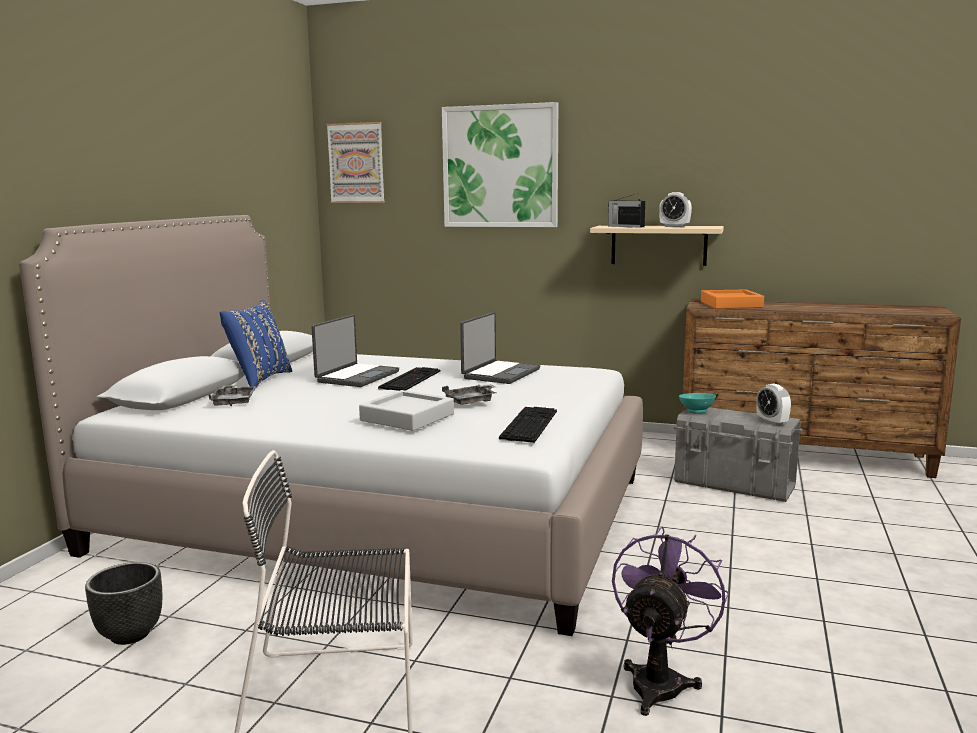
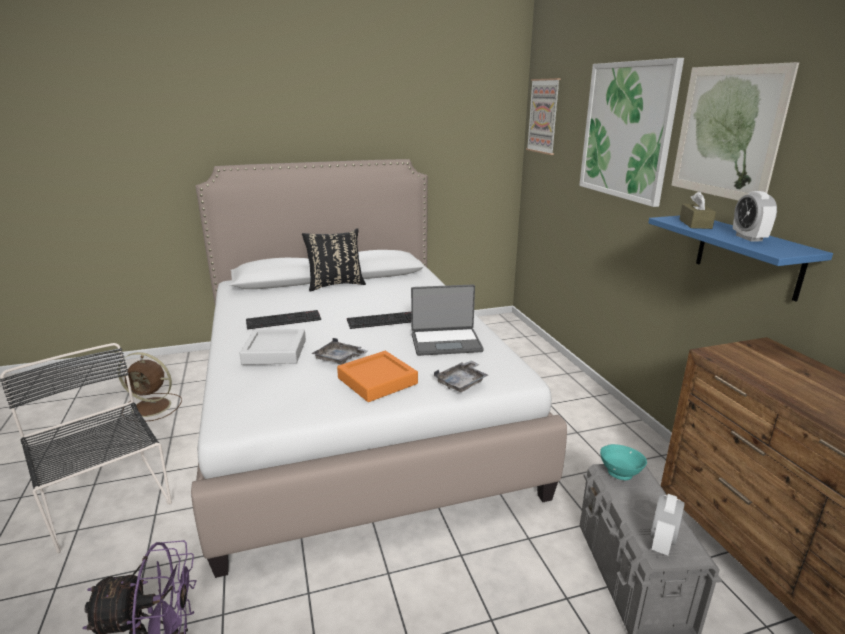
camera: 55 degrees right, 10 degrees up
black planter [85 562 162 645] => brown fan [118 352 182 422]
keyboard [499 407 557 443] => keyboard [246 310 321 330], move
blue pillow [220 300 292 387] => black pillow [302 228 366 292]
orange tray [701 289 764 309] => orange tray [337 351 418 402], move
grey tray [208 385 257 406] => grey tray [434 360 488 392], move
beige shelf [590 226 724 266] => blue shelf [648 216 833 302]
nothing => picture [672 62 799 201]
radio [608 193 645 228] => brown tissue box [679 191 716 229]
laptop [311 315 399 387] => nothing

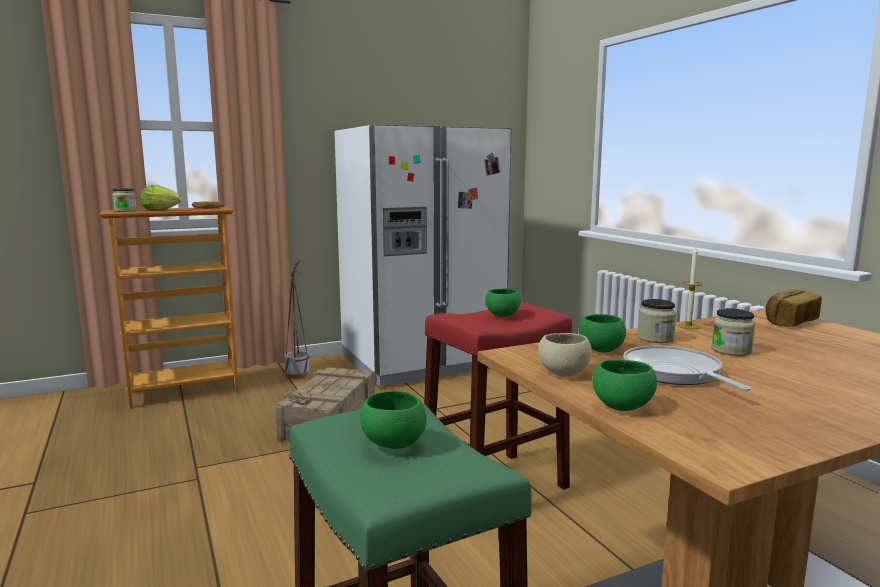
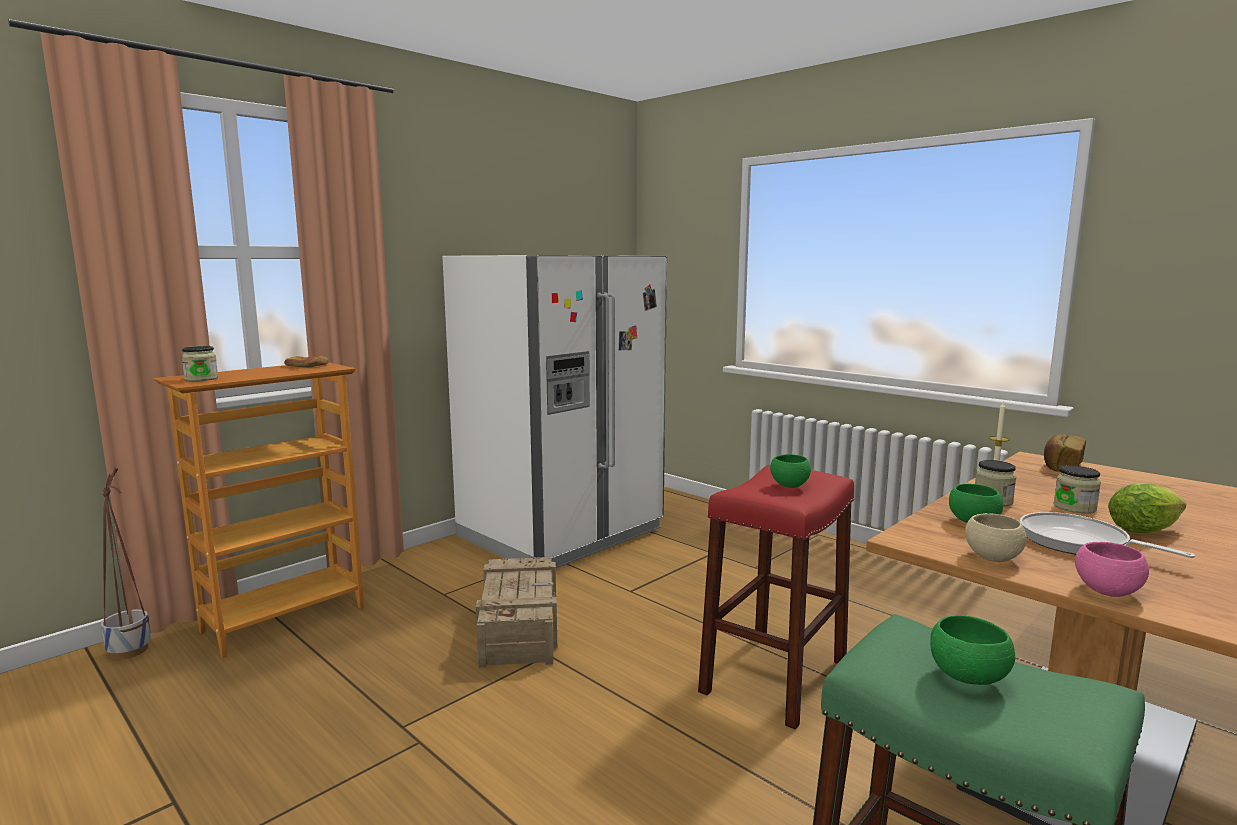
camera: 20 degrees left, 0 degrees up
planter [284 260 310 379] => planter [101 467 151 659], move
green bowl [592 360 657 411] => pink bowl [1075 542 1149 597]
lettuce [140 185 182 211] => lettuce [1108 484 1186 533], move

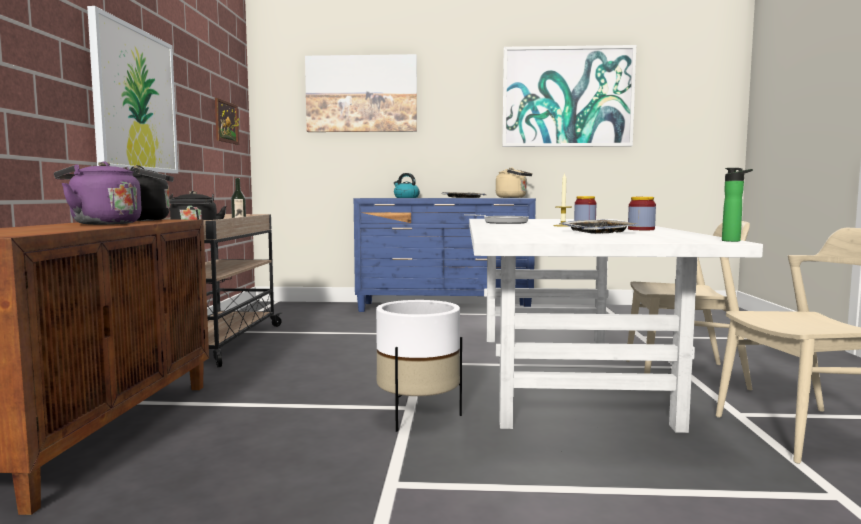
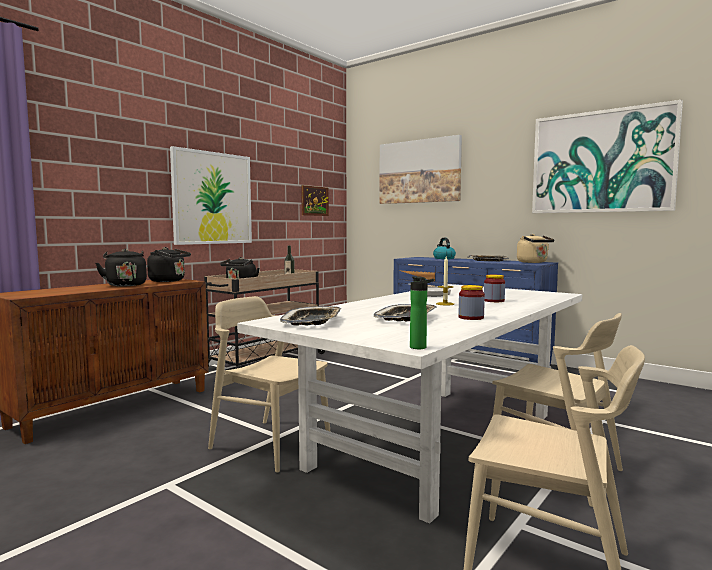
camera: 35 degrees right, 0 degrees up
purple kettle [54 161 142 225] => black kettle [96 249 147 286]
white planter [376 300 462 432] => beige chair [208 296 330 473]
nothing => tray [280 306 341 326]

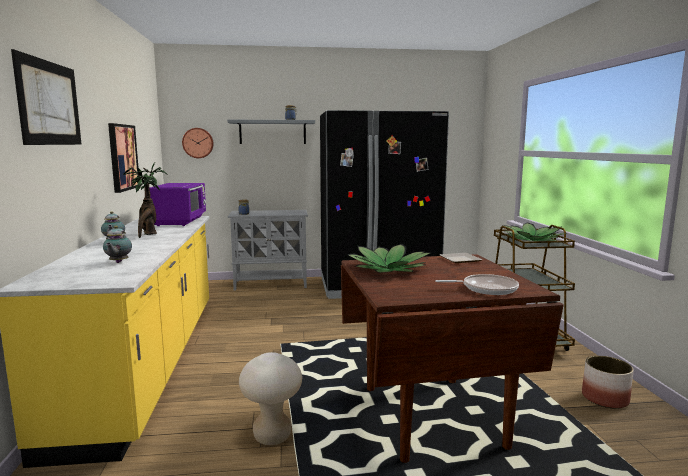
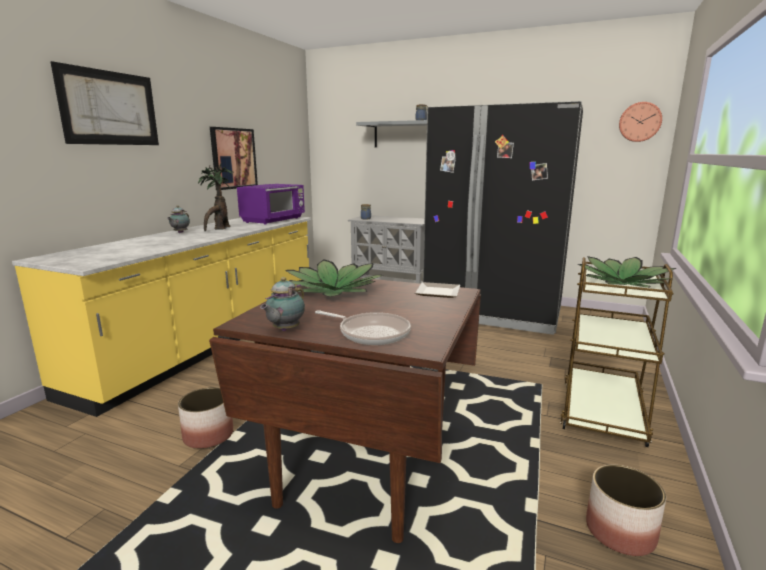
camera: 30 degrees right, 5 degrees up
beige stool [239 352 302 445] => planter [178 387 233 449]
teapot [103 226 132 263] => teapot [260 277 305 331], move
wall clock [182 128 214 158] => wall clock [619 102 662 142], move

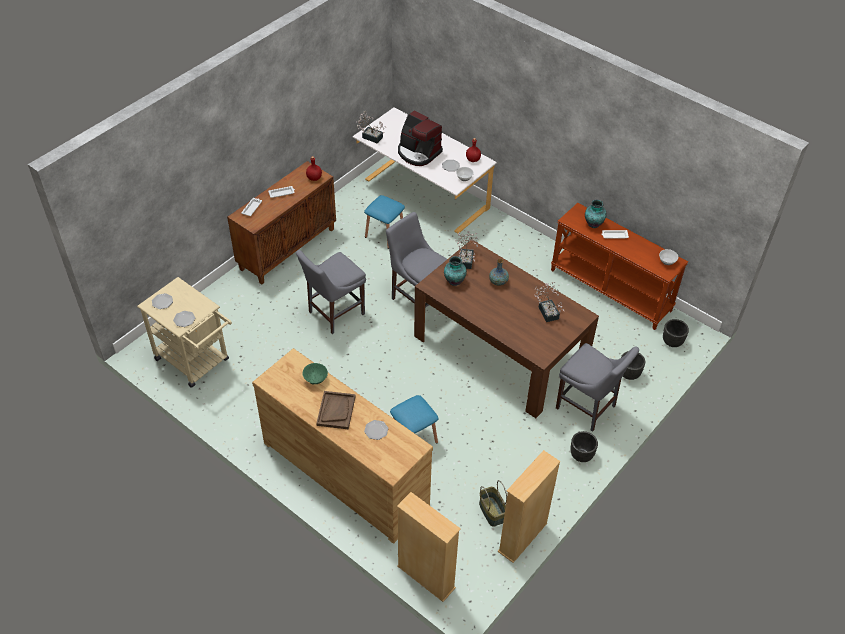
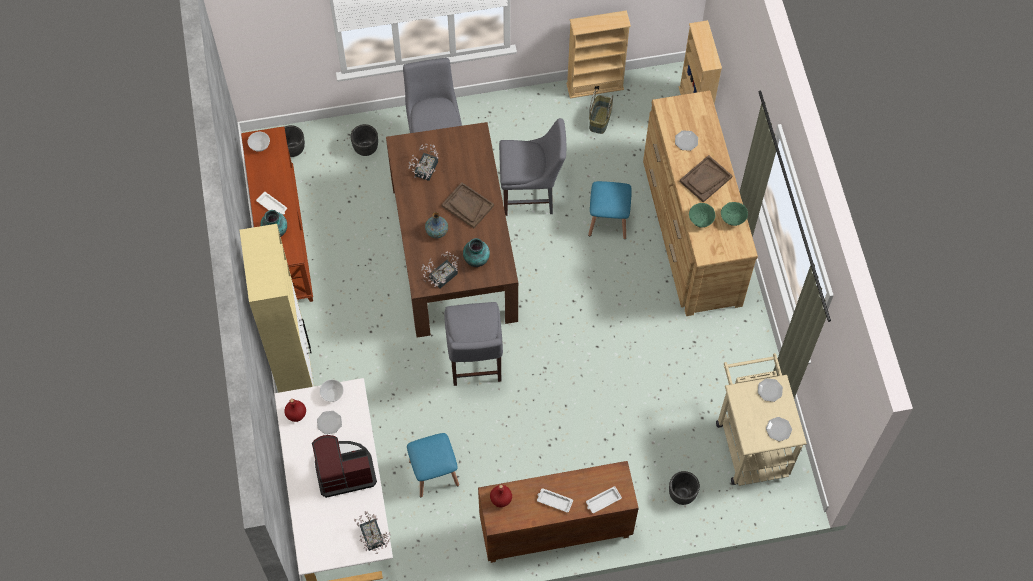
camera: 140 degrees left, 15 degrees up
nothing => beige cabinet [240 224 314 393]
coffee machine [398 111 443 166] => coffee machine [312 435 377 498], 90 degrees counterclockwise
nothing => brown tray [441 182 494 228]
grey chair [296 250 366 334] => grey chair [499 118 566 216], move
black planter [571 431 598 462] => black planter [669 471 700 505], move
nothing => green bowl [721 202 748 226]

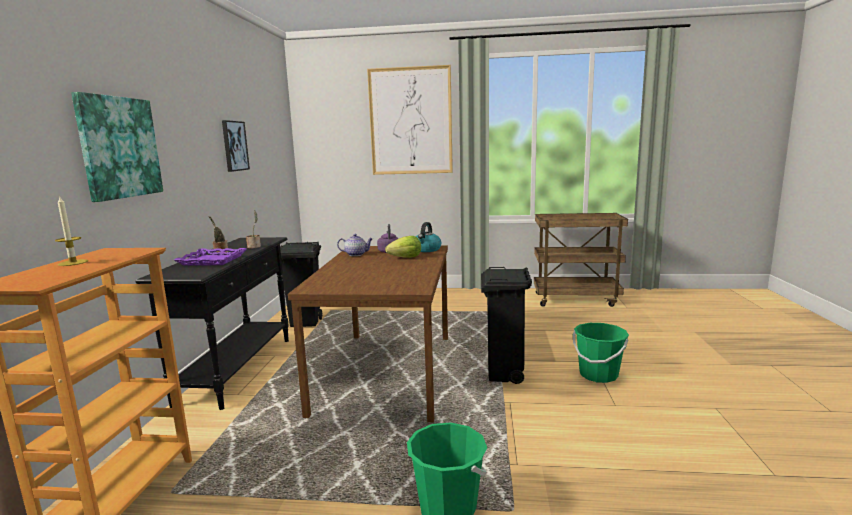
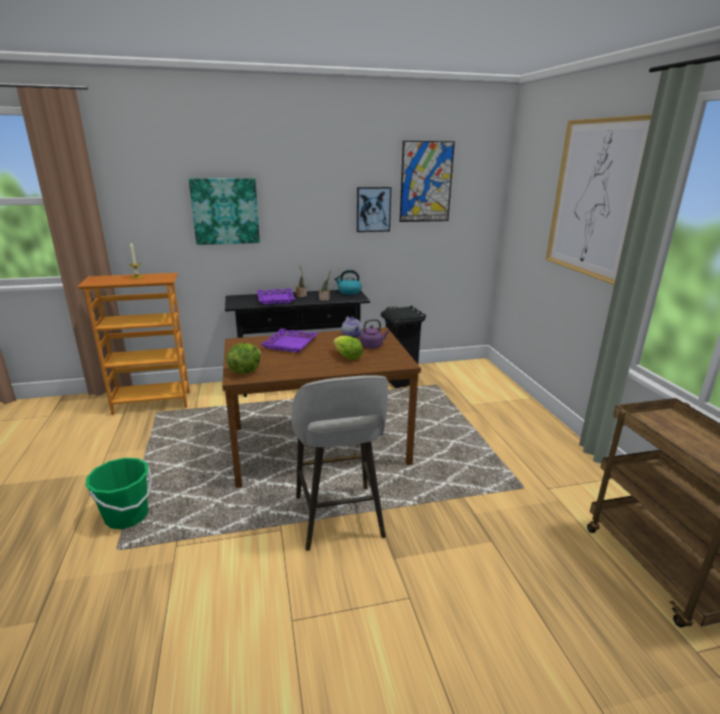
camera: 70 degrees right, 10 degrees up
nothing => lettuce [226 343 261 374]
nothing => purple tray [261 328 318 353]
black trash can [481 267 532 384] => grey stool [292 375 388 551]
kettle [416 222 441 252] => kettle [335 270 362 295], move
nothing => picture [400 141 455 222]
green bucket [573 323 629 383] => nothing

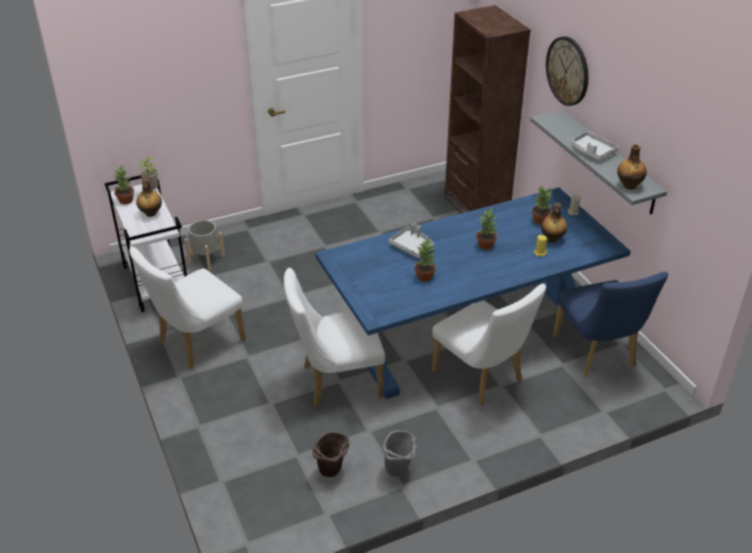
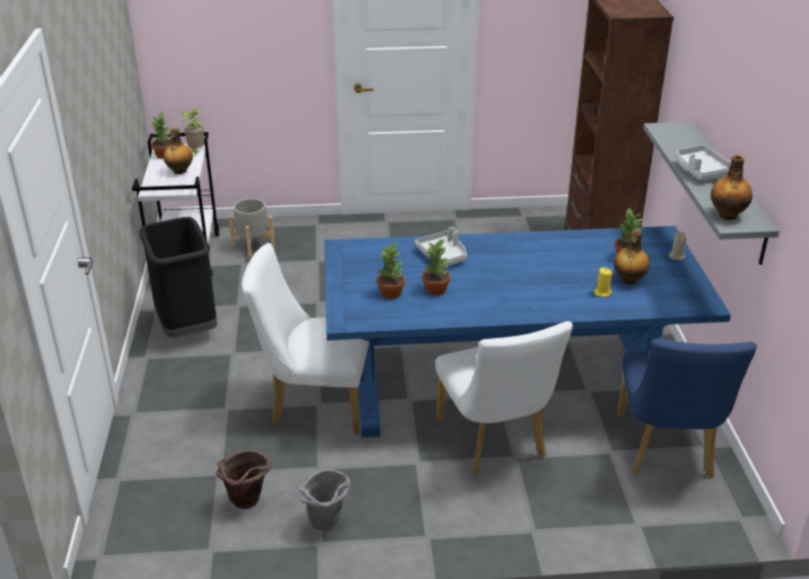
camera: 20 degrees right, 5 degrees down
white chair [129 247 246 369] => black trash can [139 217 217 338]
potted plant [476 207 497 250] => potted plant [377 241 405 299], move
wall clock [546 36 588 106] => nothing

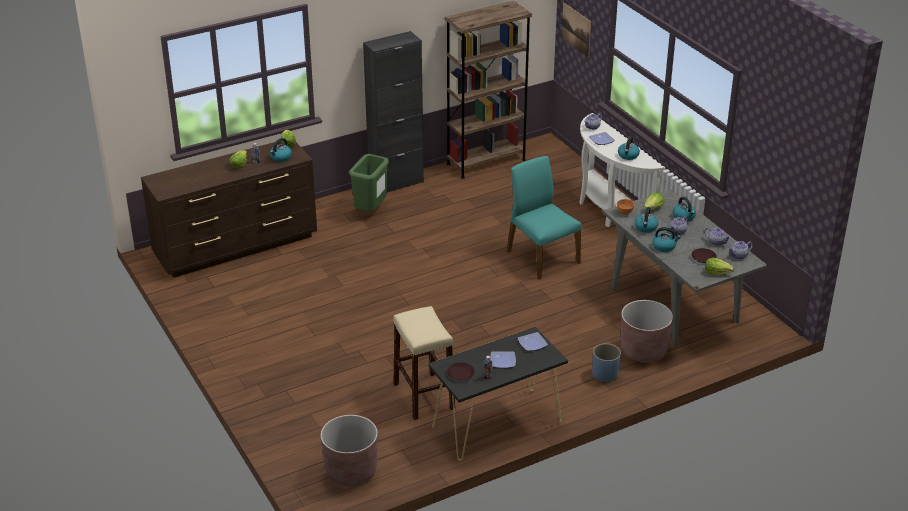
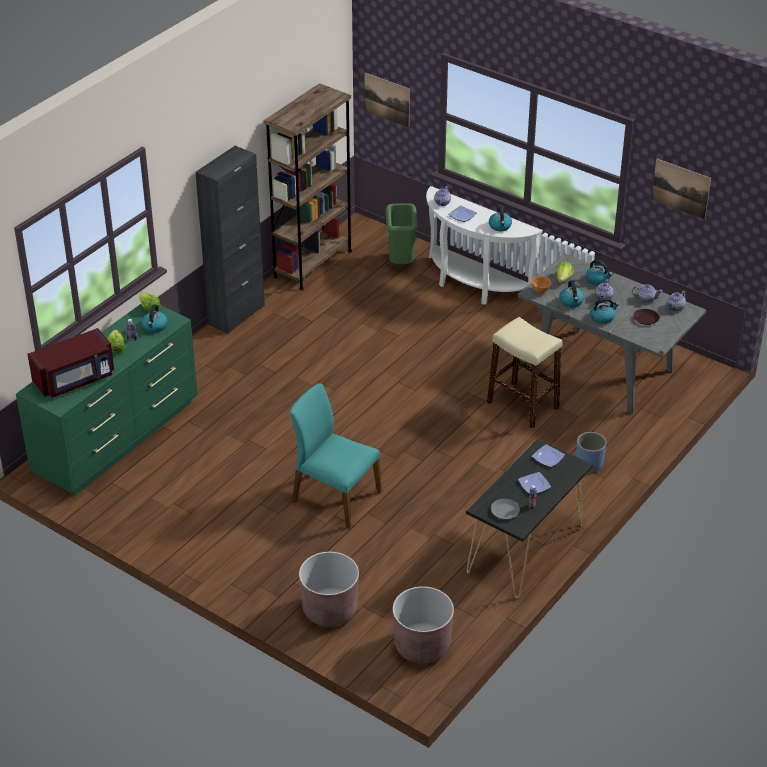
camera: 25 degrees left, 5 degrees up
brown dresser [141 142 317 278] => green dresser [16 304 198 495]
nothing => red microwave [28 328 114 398]
turquoise chair [507 156 582 280] => turquoise chair [290 383 382 529], move
brown planter [621 300 673 363] => brown planter [299 552 359 627], move
green trash can [349 154 389 212] => green trash can [385 203 418 264], move
beige stool [393 306 455 420] => beige stool [487 317 563 429], move
brown plate [447 362 475 380] => grey plate [491 499 520 519]
nothing => picture [651 159 711 220]
lettuce [705 258 734 275] => nothing

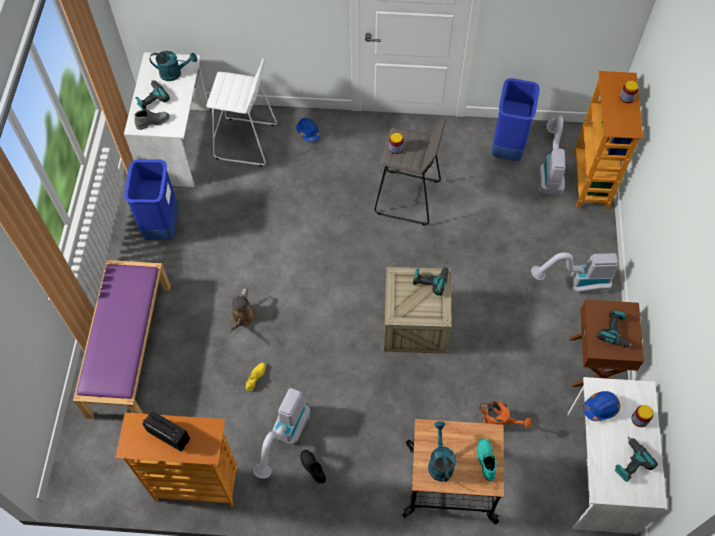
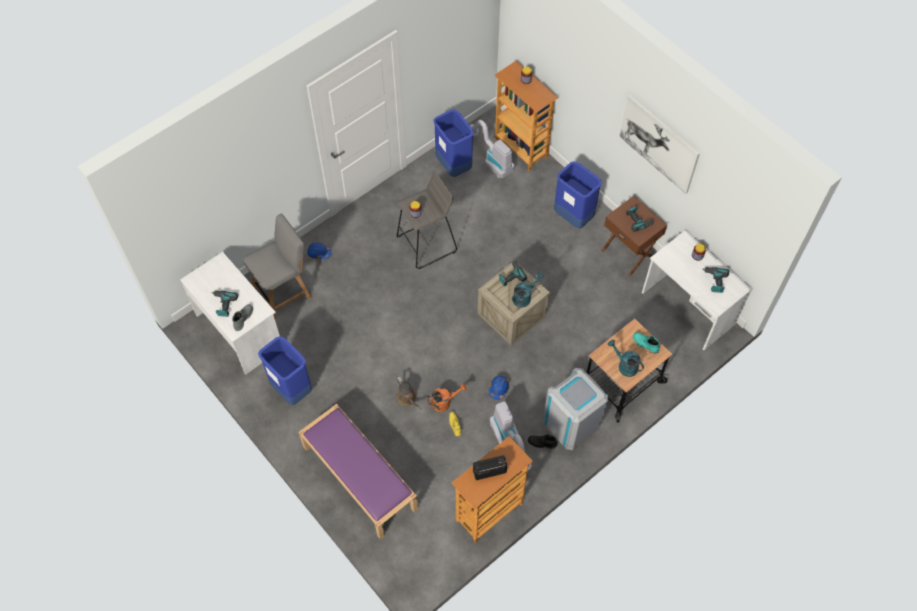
camera: 45 degrees left, 0 degrees up
white stool [206 58 277 167] => grey chair [243 213 312 319]
orange watering can [479 401 531 428] => orange watering can [427 384 467 412], move
blue hard hat [583 391 620 421] => blue hard hat [488 376 510 400], move
turquoise watering can [150 51 197 81] => turquoise watering can [512 272 544 308], move
nothing => grey trash can [543 368 608 450]
vacuum cleaner [531 252 618 294] => blue trash can [554 161 602 229]
nothing => picture [619 95 700 194]

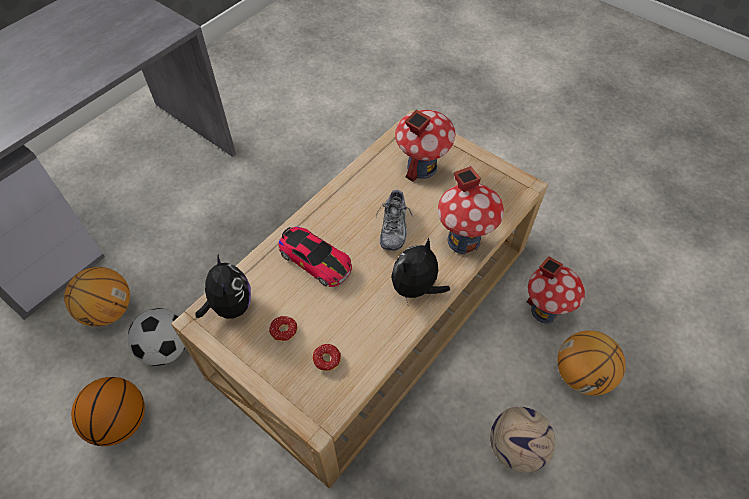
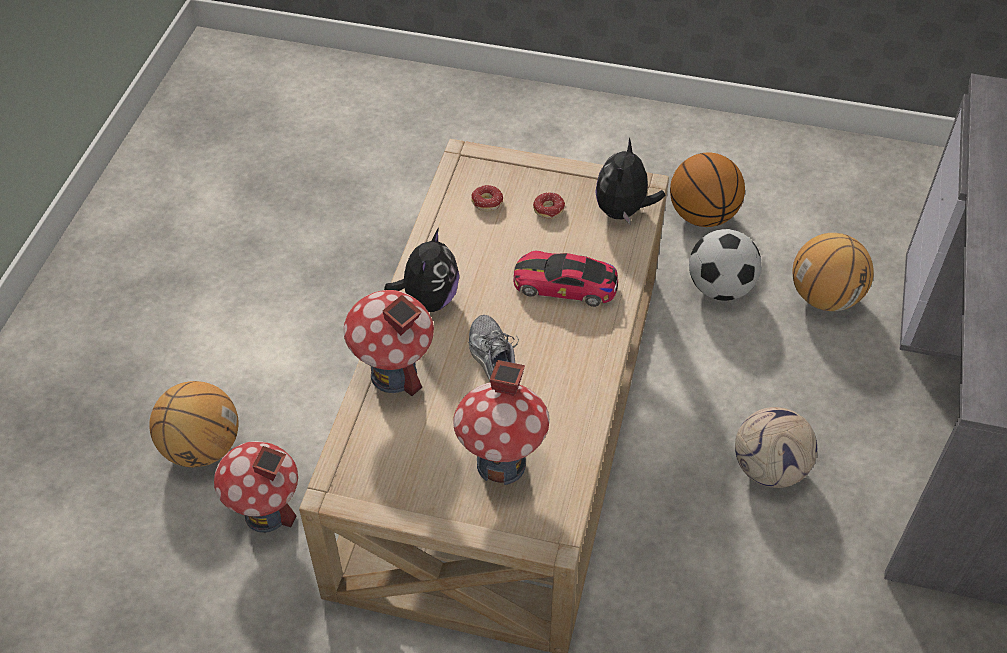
camera: 155 degrees right, 5 degrees down
plush toy [195 254 251 319] => plush toy [595 138 666 224], 60 degrees clockwise
football [490 407 555 473] => football [735 407 817 488], move

